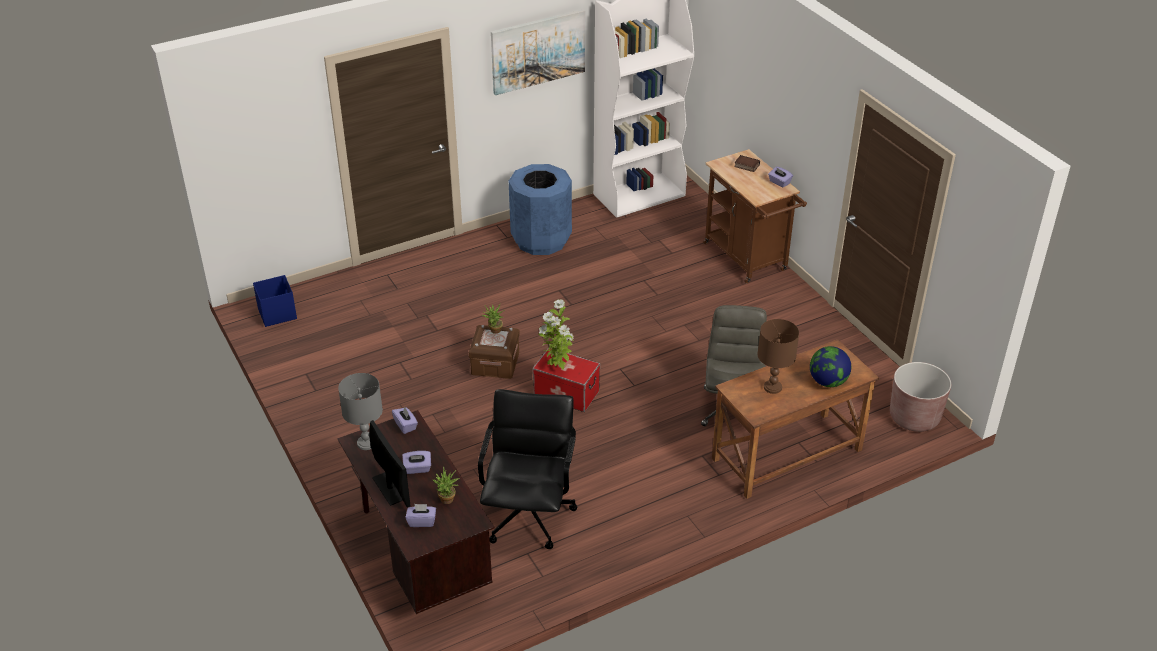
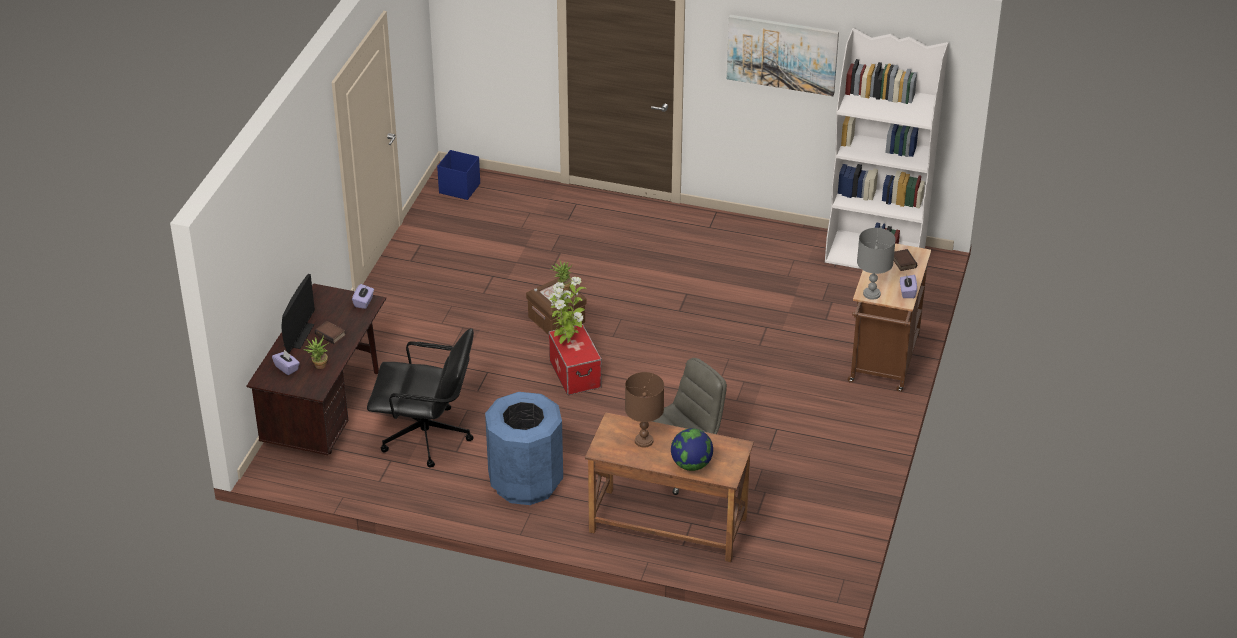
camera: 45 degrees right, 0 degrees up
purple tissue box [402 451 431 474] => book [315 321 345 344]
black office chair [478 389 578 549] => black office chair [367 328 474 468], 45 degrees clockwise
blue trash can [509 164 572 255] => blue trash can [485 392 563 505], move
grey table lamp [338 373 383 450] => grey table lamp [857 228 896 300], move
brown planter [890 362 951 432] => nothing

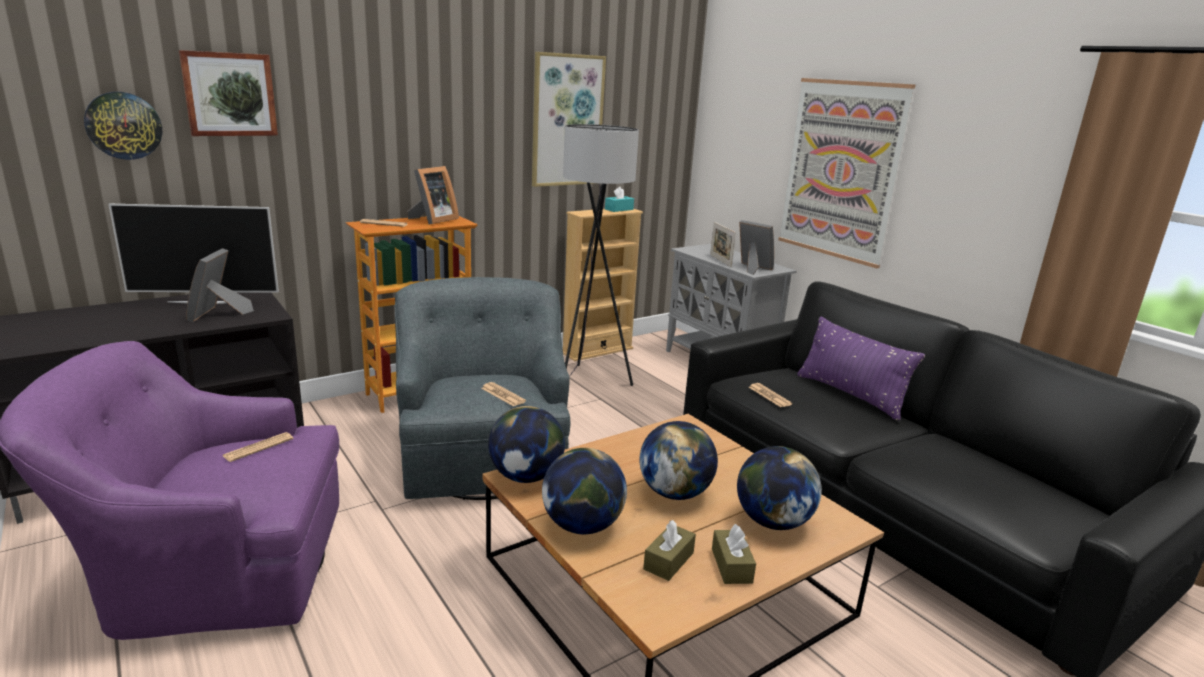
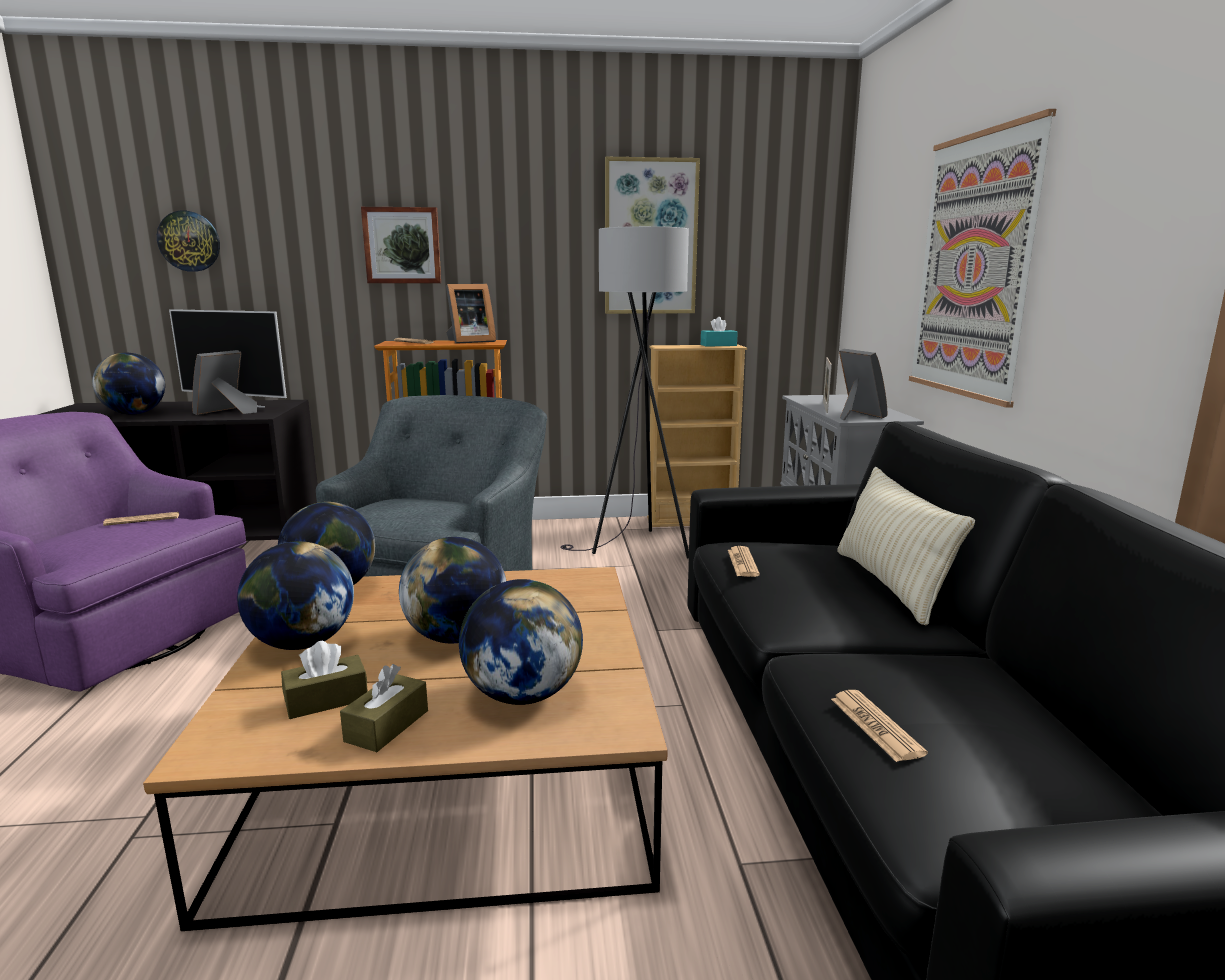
camera: 30 degrees right, 5 degrees down
nothing => globe [92 353 165 415]
picture [179 50 278 136] => picture [361 207 441 283], move
newspaper [481 382 526 406] => newspaper [831 690 928 762], move
purple pillow [797 317 925 420] => beige pillow [837 467 975 625]

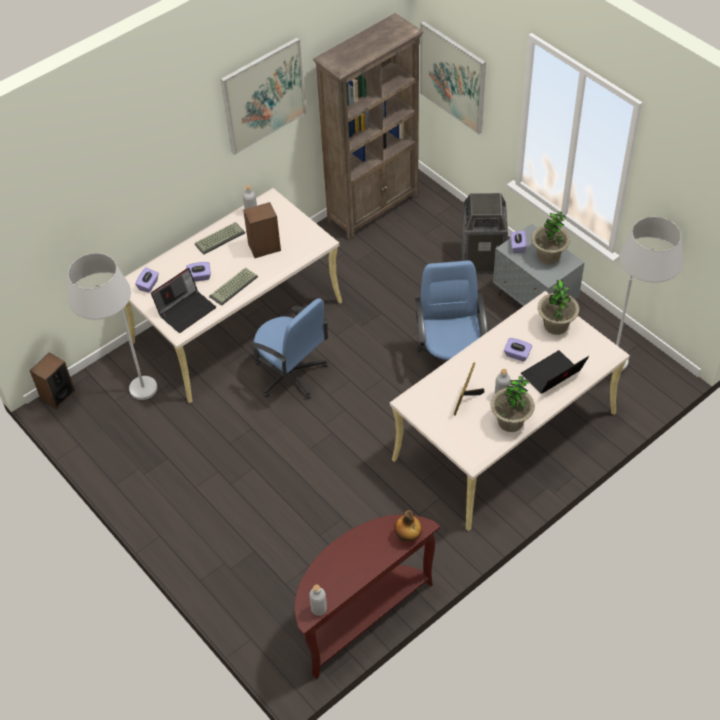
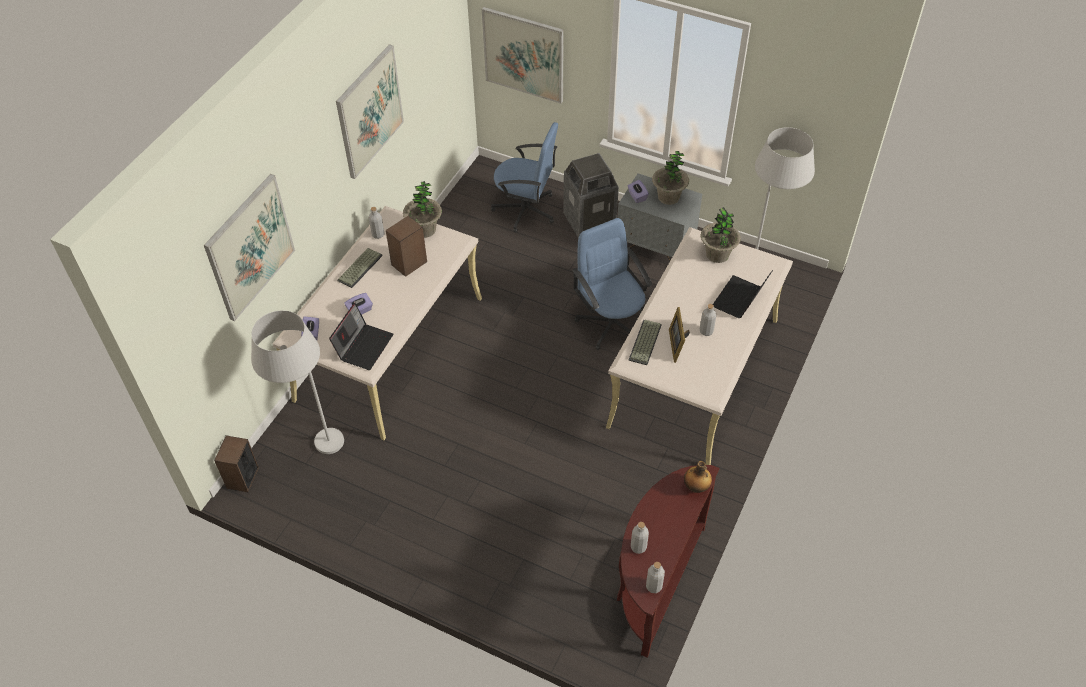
camera: 25 degrees left, 0 degrees up
nothing => picture [204 174 295 321]
potted plant [490 376 535 432] => potted plant [403 181 442 238], move
blue office chair [249 298 329 399] => blue office chair [491 122 558 233], move
keyboard [209 267 258 306] => keyboard [629 320 662 365], move
nothing => grey bottle [631 522 649 554]
brown bookcase [313 13 424 240] => nothing
purple tissue box [504 338 532 362] => nothing

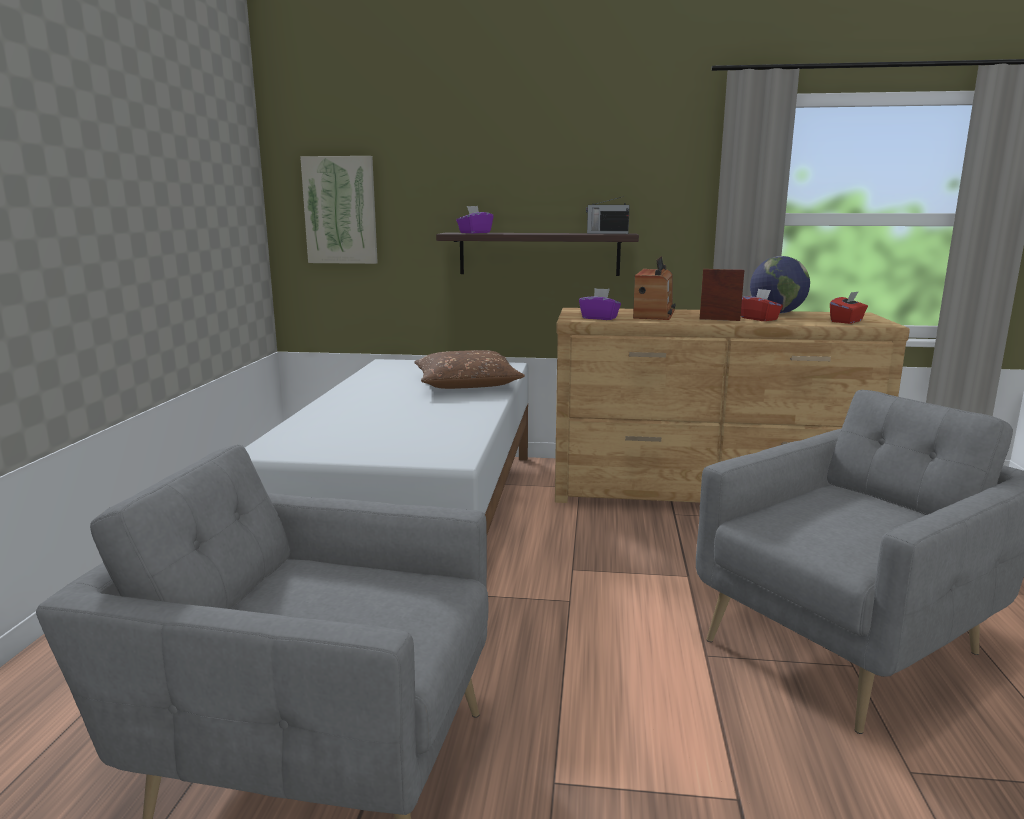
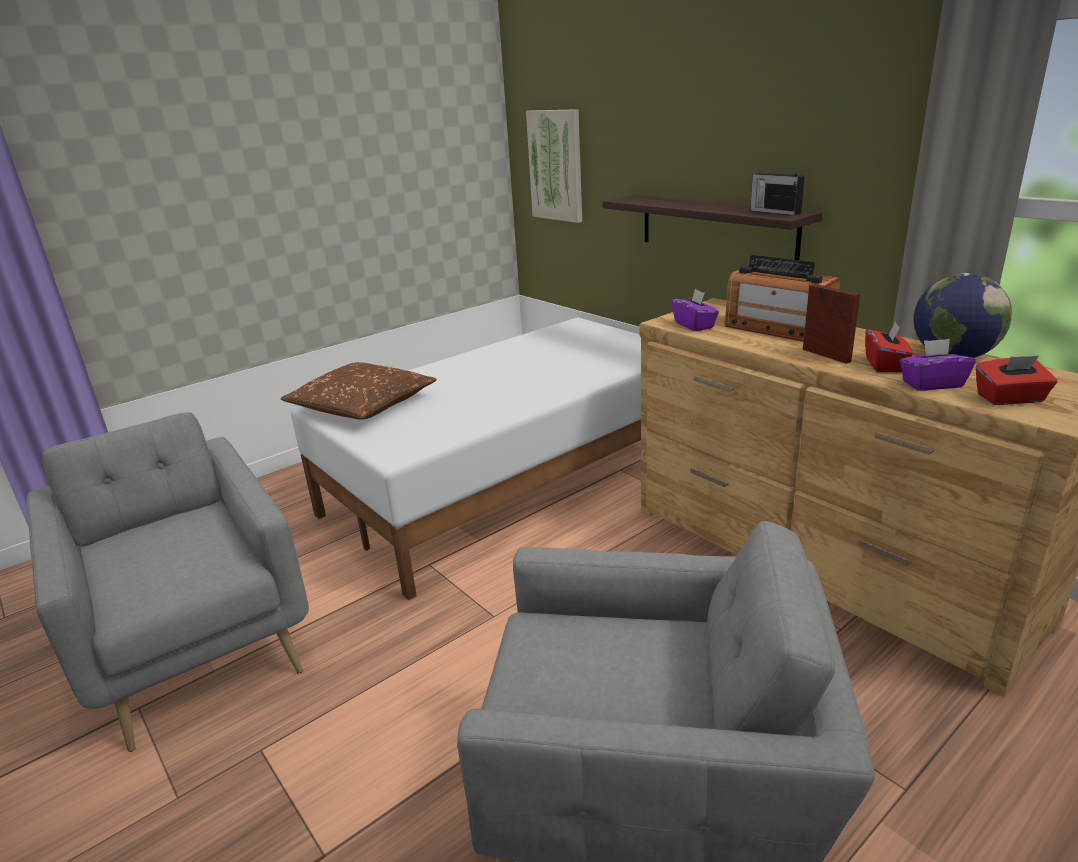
camera: 45 degrees right, 10 degrees up
brown pillow [414 350 525 389] => brown pillow [281 362 437 420], move
radio [633 256 676 320] => radio [725 255 840 342], 75 degrees clockwise
purple tissue box [456 206 494 233] => purple tissue box [900 339 976 391], move

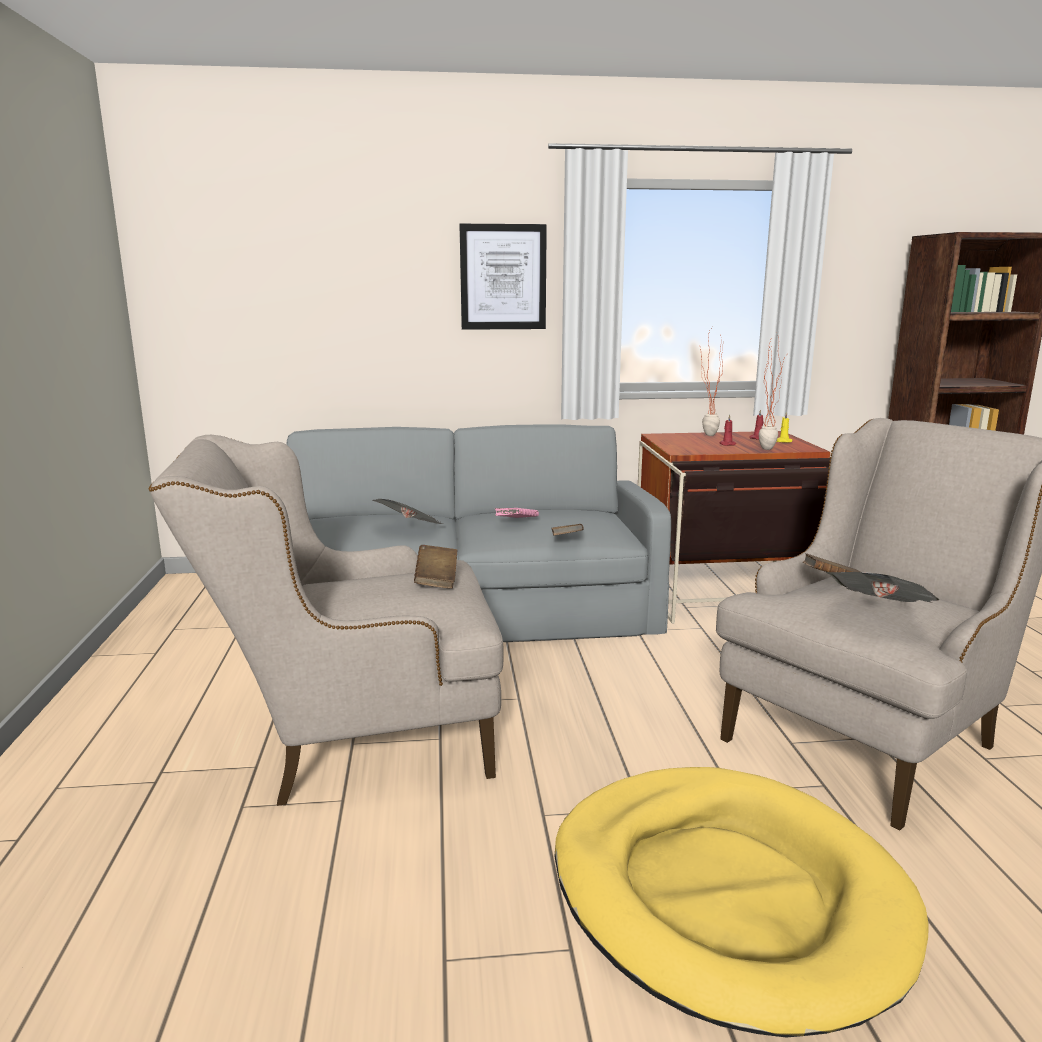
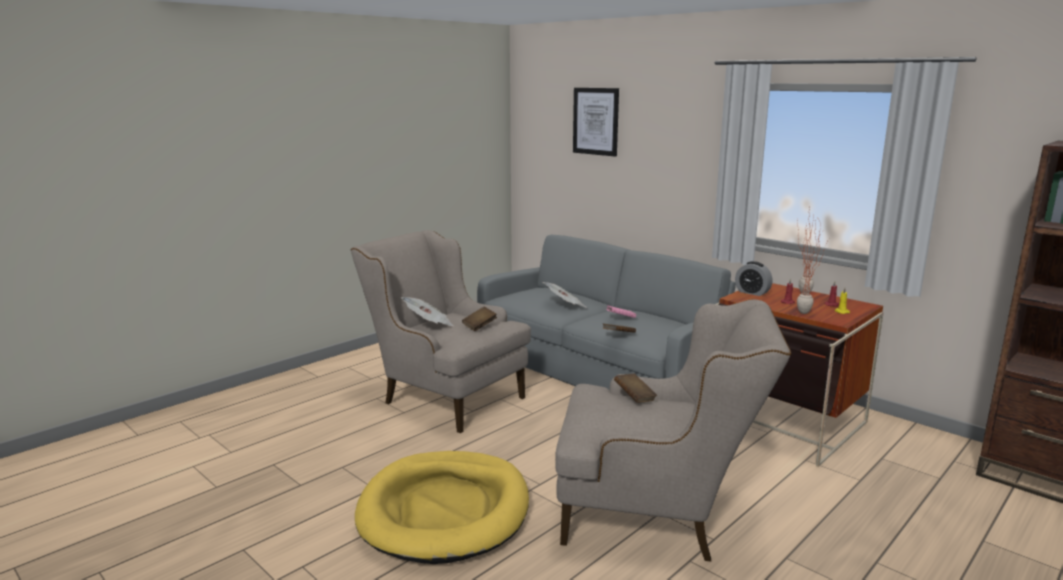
camera: 50 degrees right, 0 degrees up
newspaper [826 572 939 603] => newspaper [401 297 453 326], move
picture [459 224 547 330] => picture [573 88 619 157], move
nothing => alarm clock [735 261 773 296]

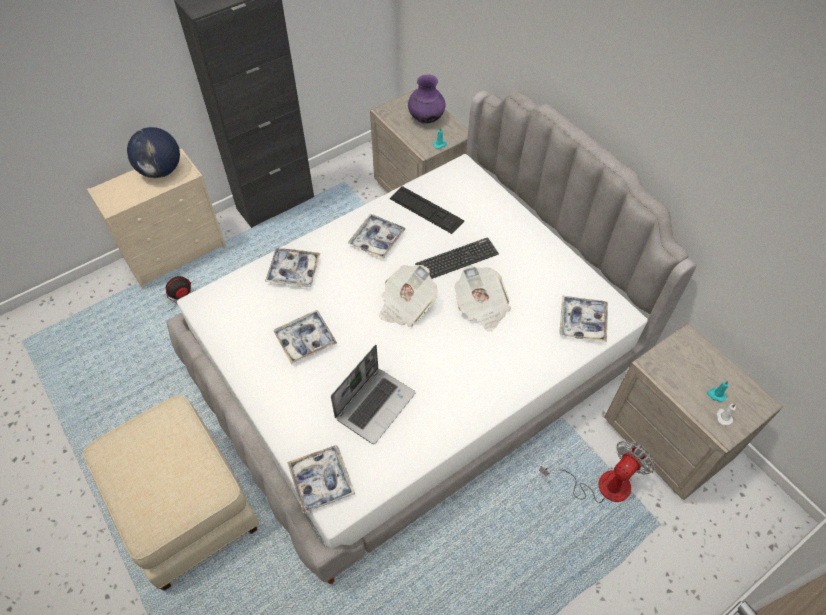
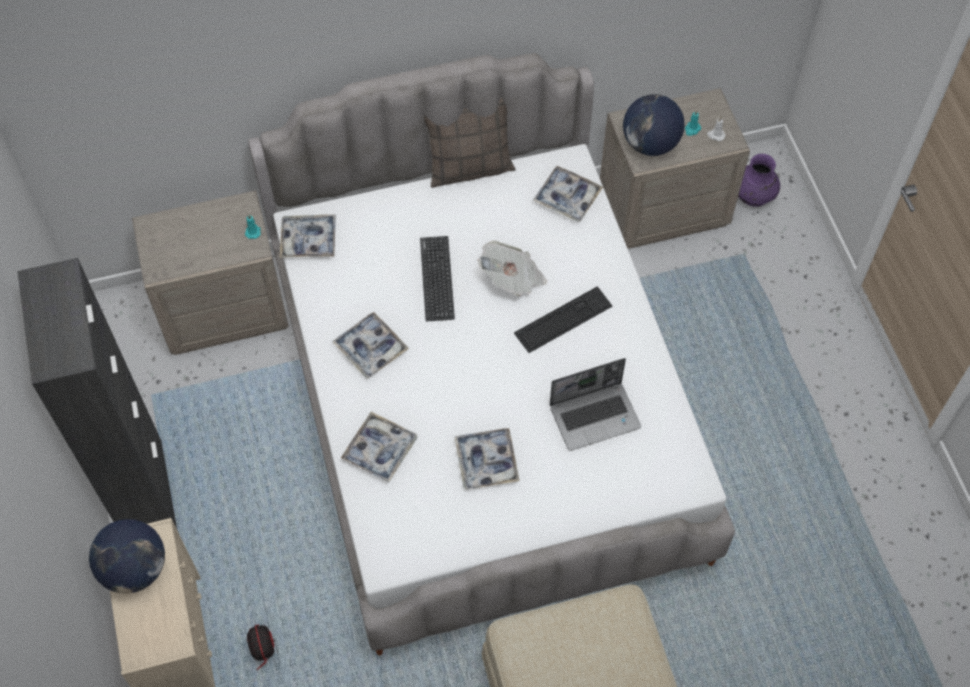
camera: 70 degrees left, 5 degrees up
tray [287 445 355 513] => tray [280 214 336 258], move
nothing => pillow [424 98 516 188]
keyboard [390 186 464 234] => keyboard [514 286 613 353], move
laptop [331 345 415 444] => laptop [550 358 641 451], 105 degrees clockwise
nothing => globe [623 94 685 156]
purple vase [408 74 445 124] => purple vase [738 154 780 207], move
newspaper [379 265 437 327] => nothing
fan [539 440 655 503] => nothing

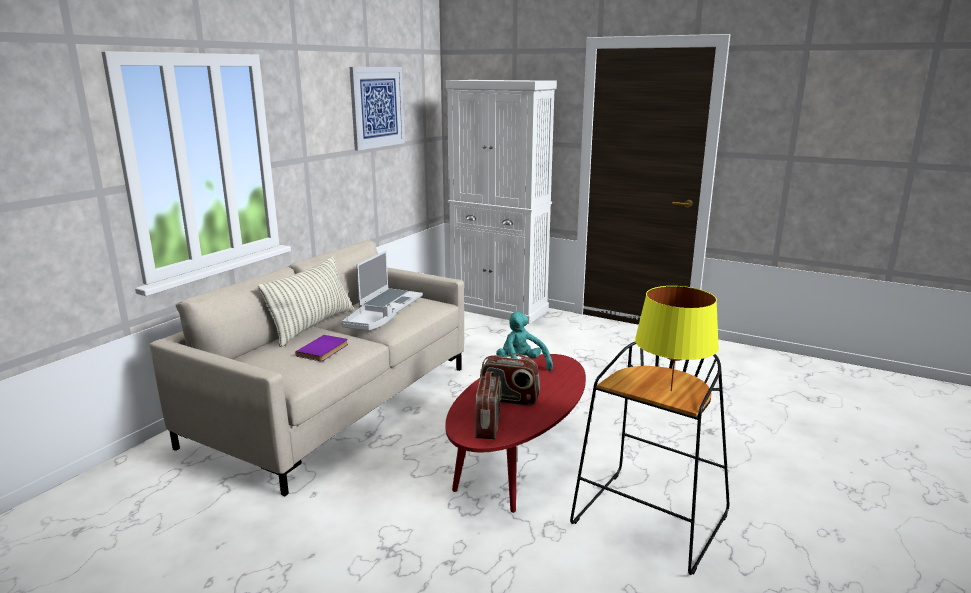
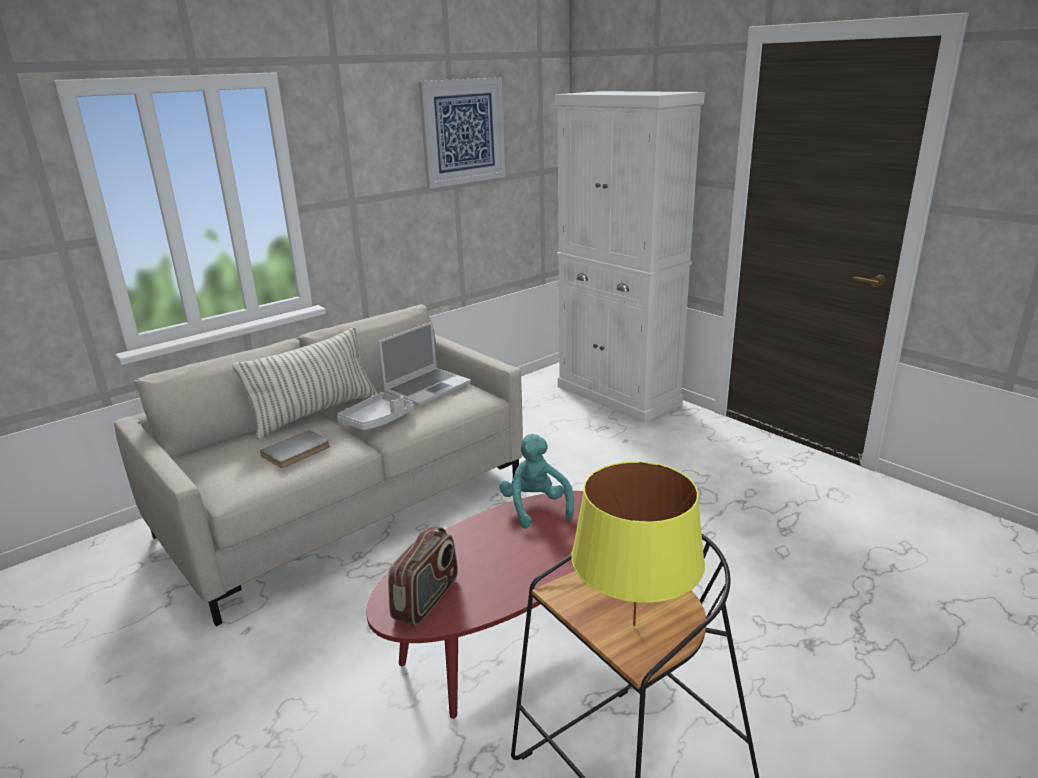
camera: 20 degrees right, 5 degrees up
purple book [296 335 348 361] => grey book [260 430 330 468]
radio [480 353 540 406] => nothing

